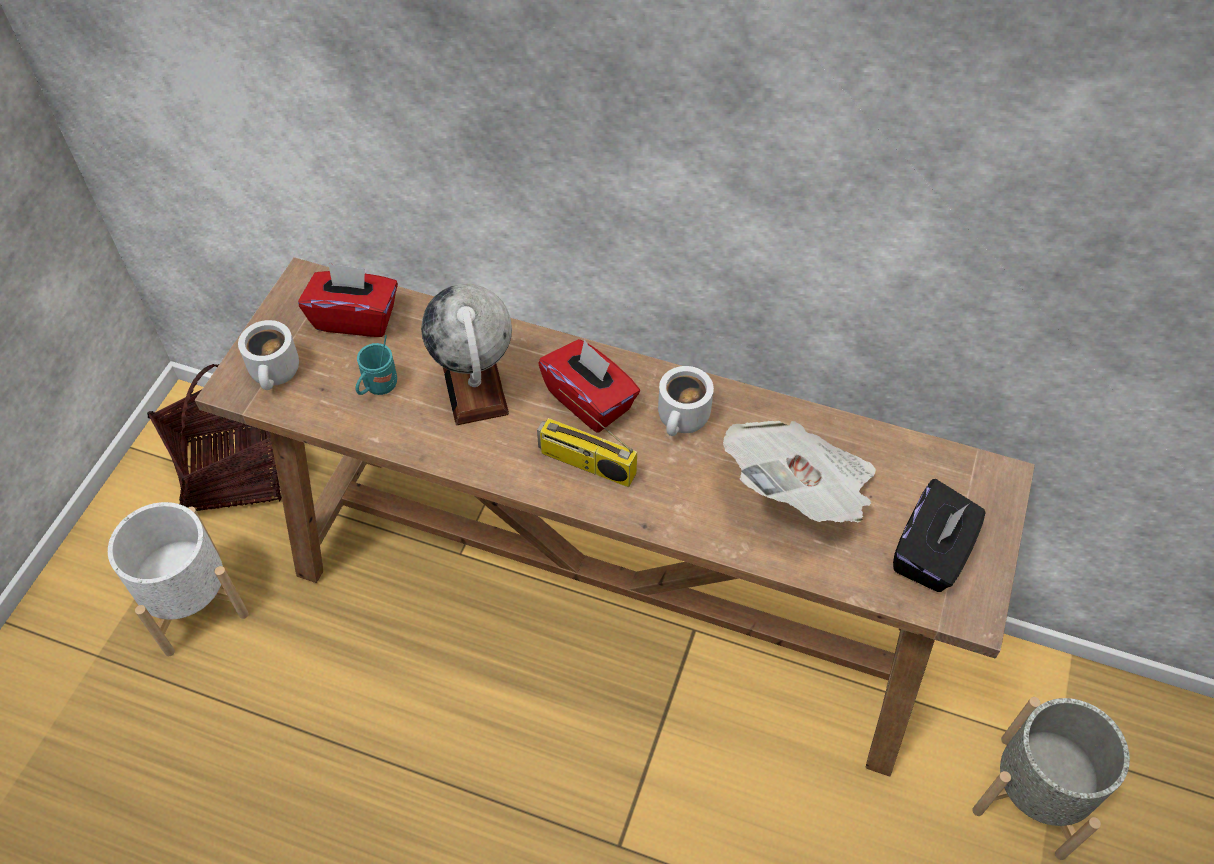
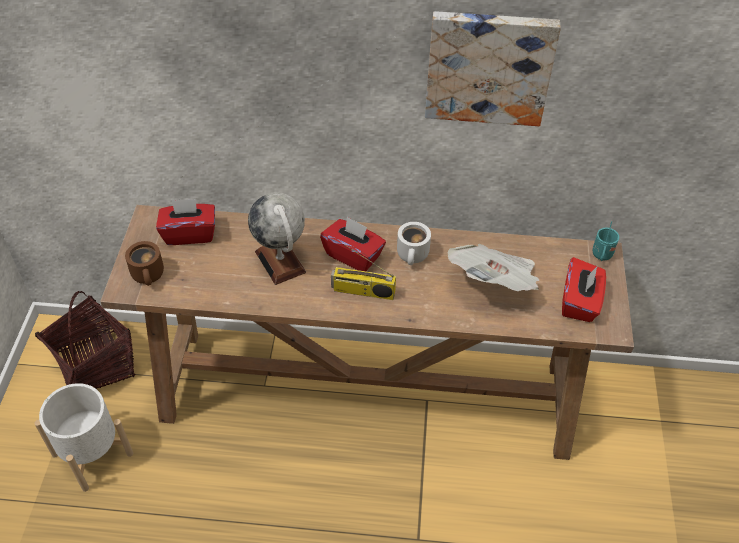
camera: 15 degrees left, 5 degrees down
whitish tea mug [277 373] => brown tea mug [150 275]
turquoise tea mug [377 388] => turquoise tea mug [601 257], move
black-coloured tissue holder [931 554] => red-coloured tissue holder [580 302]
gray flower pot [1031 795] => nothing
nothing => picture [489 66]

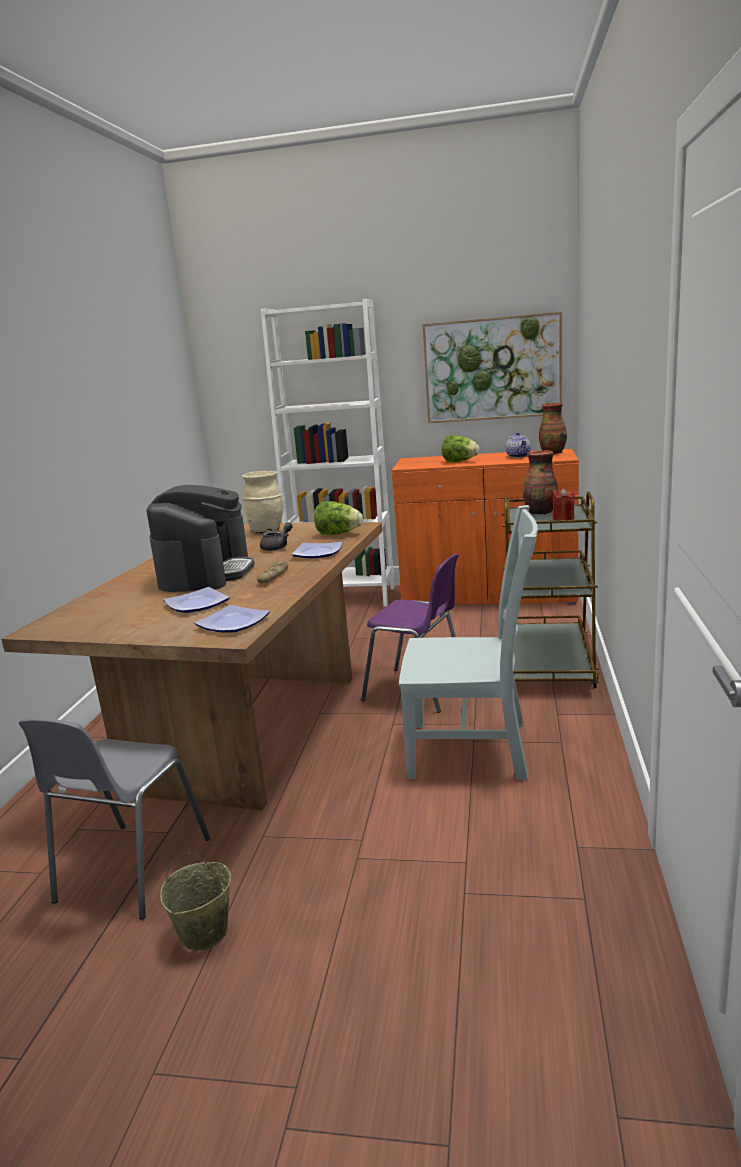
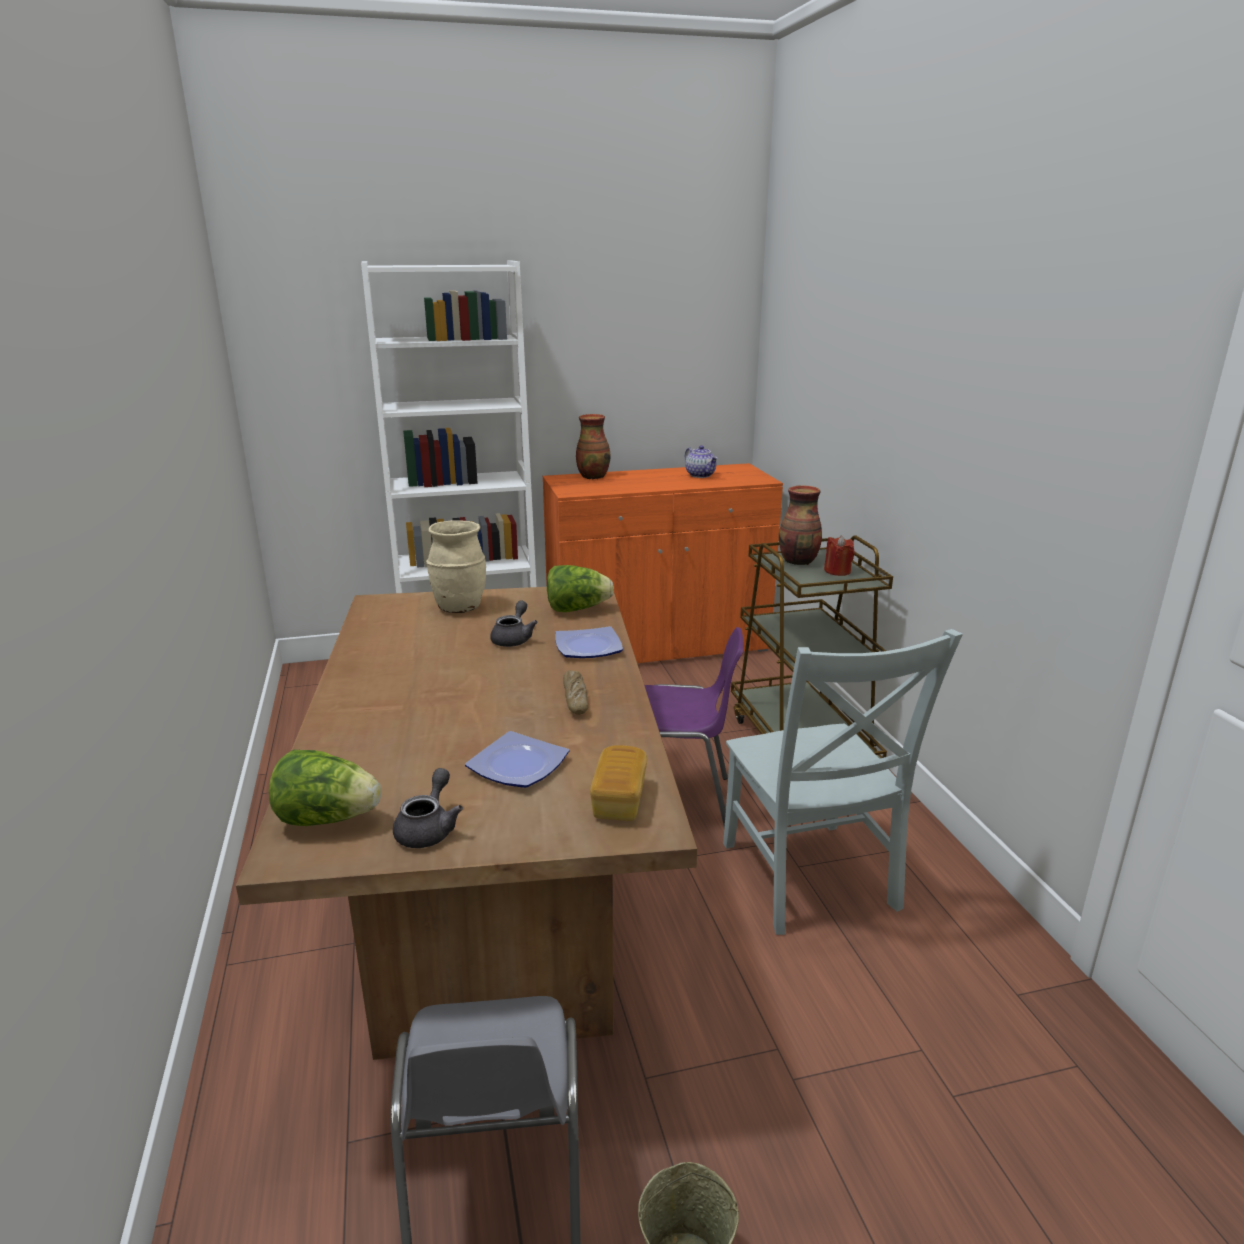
camera: 25 degrees left, 5 degrees up
picture [492 369] => nothing
vase [552 452] => vase [593 477], move
lettuce head [460 461] => lettuce head [328 819], move
coffee brewer [206 573] => nothing
gray plain chair [474 750] => gray plain chair [810 880], 90 degrees clockwise
flat dish [231 624] => baked bread [619 800]
nothing => gray teapot [429 828]

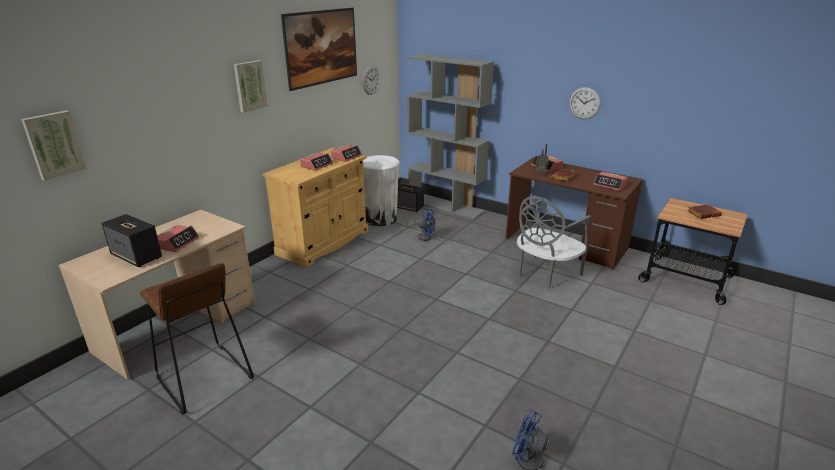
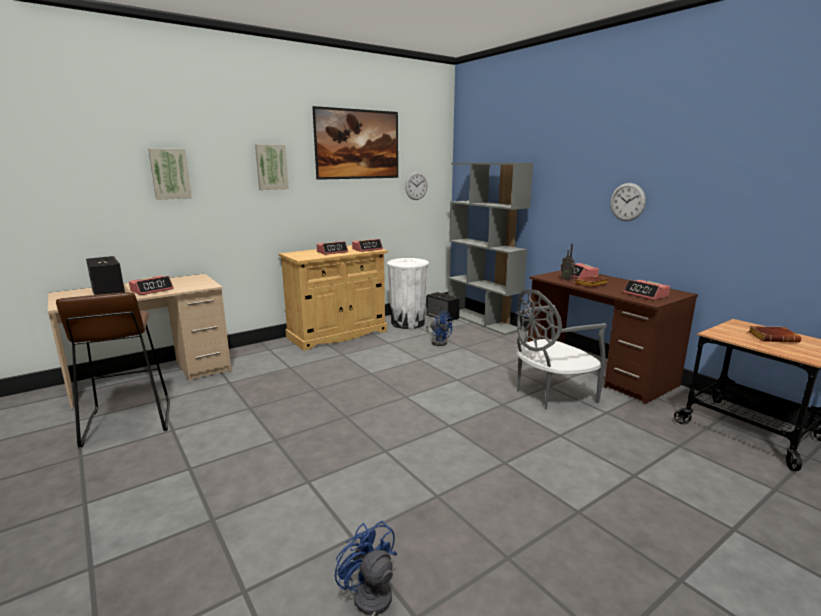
camera: 20 degrees right, 10 degrees down
picture [54 144] => picture [170 174], move

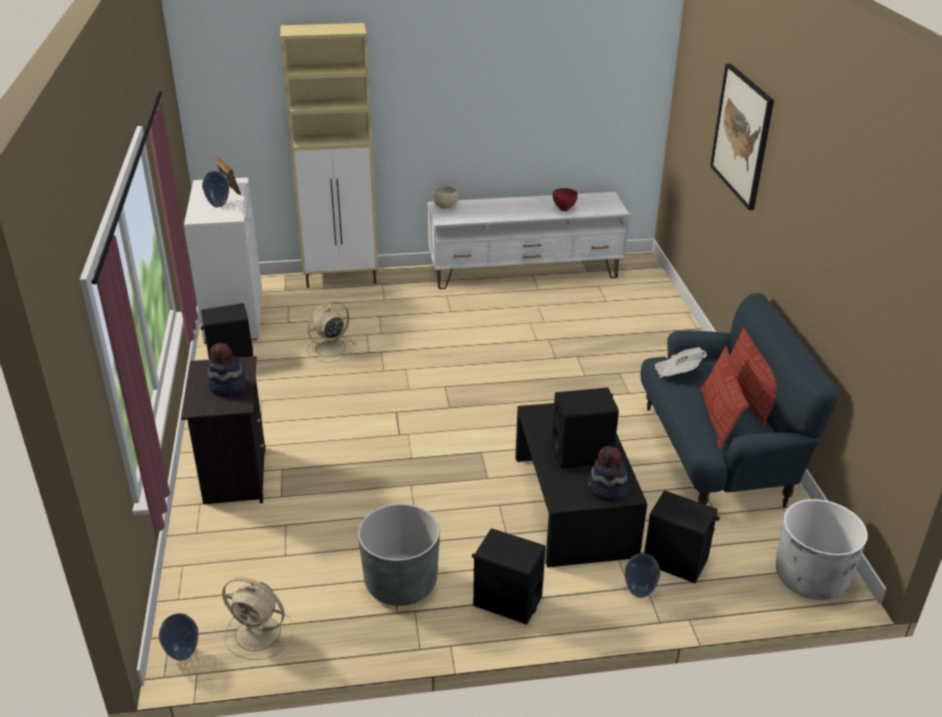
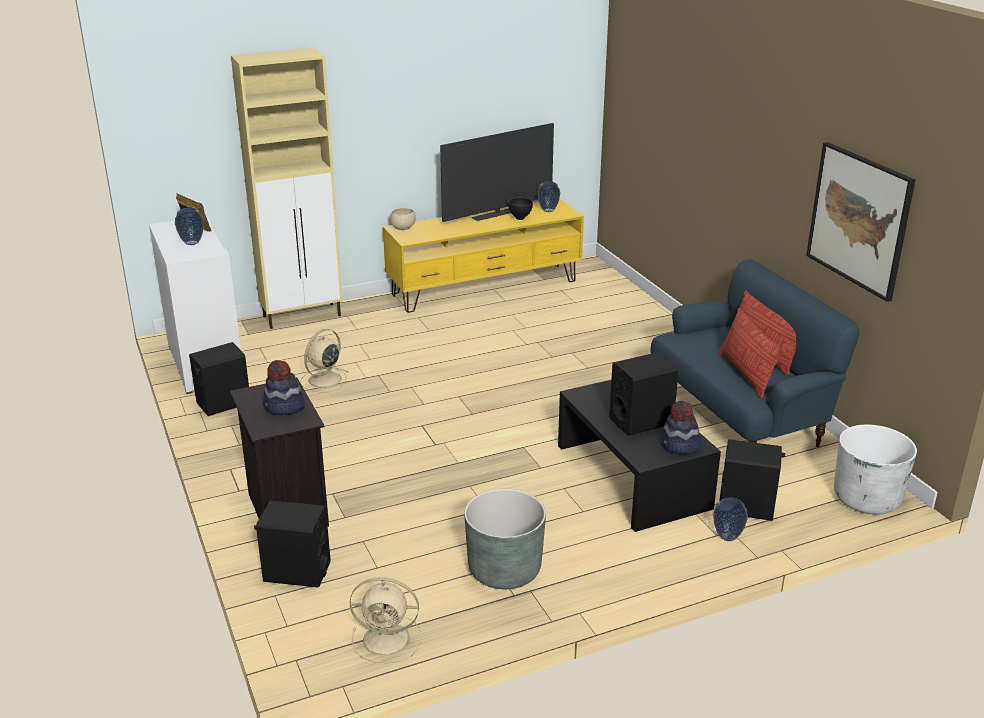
camera: 15 degrees left, 5 degrees down
picture [742 135] => picture [859 220], move
red-coloured serving bowl [564 209] => black-coloured serving bowl [520 218]
whitish tv unit [525 272] => yellow tv unit [485 287]
daily paper [677 373] => nothing
black-coloured speaker [507 601] => black-coloured speaker [296 572], move
vase [183 654] => vase [548 210], move
nothing => TV [497 214]

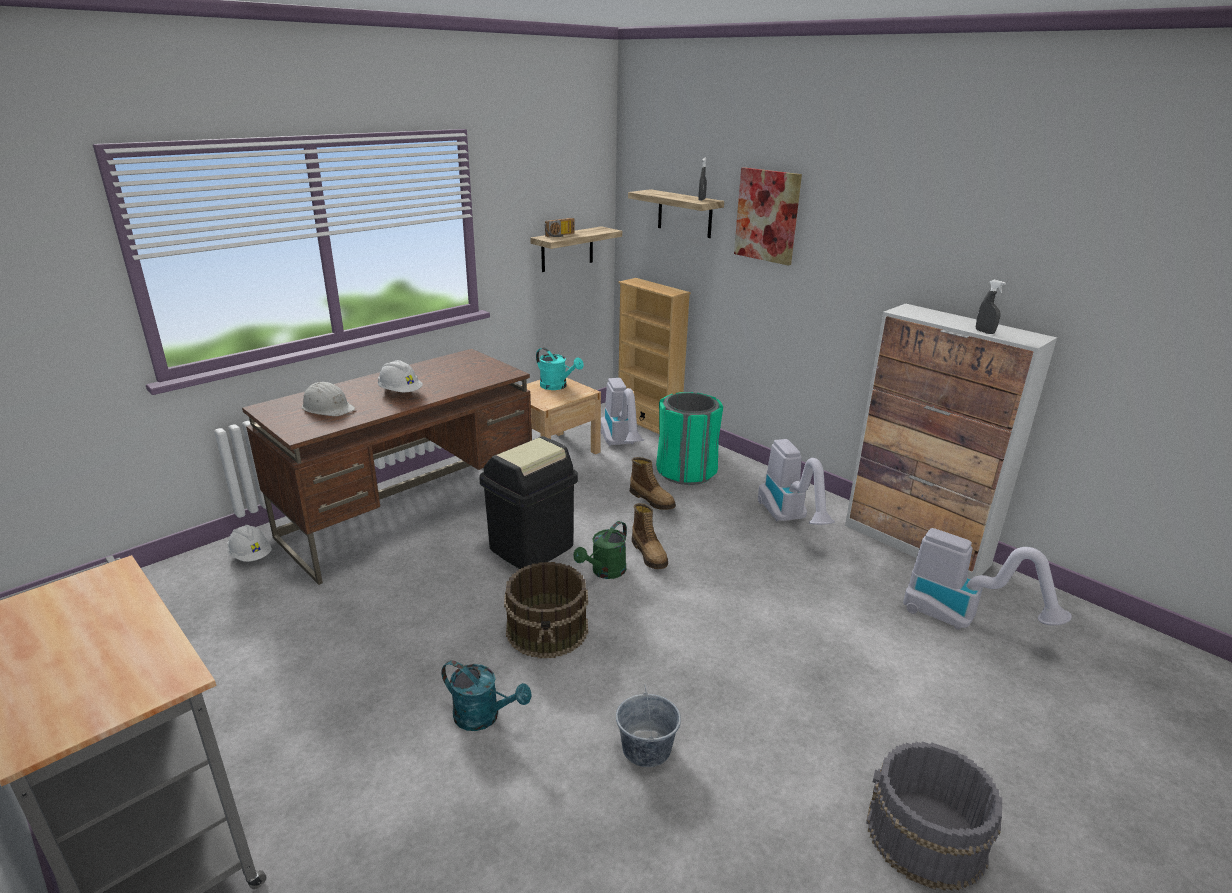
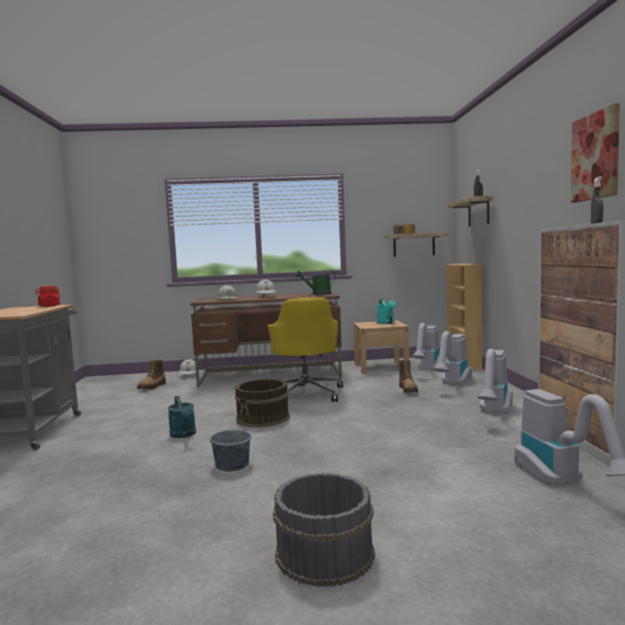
camera: 40 degrees right, 20 degrees down
picture [767 215] => picture [595 156], move
green trash can [686 471] => vacuum cleaner [453 384]
black-coloured trash can [532 548] => yellow desk chair [306 394]
boot [650 554] => boot [152 387], move
green watering can [605 572] => green watering can [318 294], move
nothing => red-coloured jar [49 306]

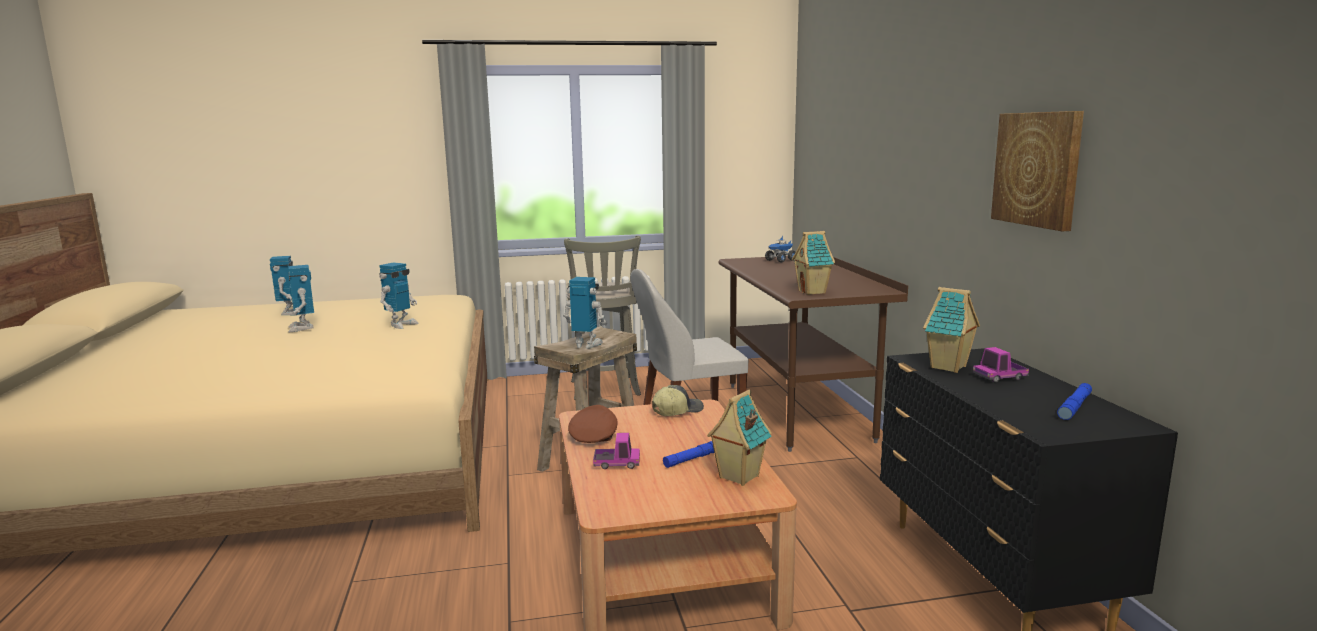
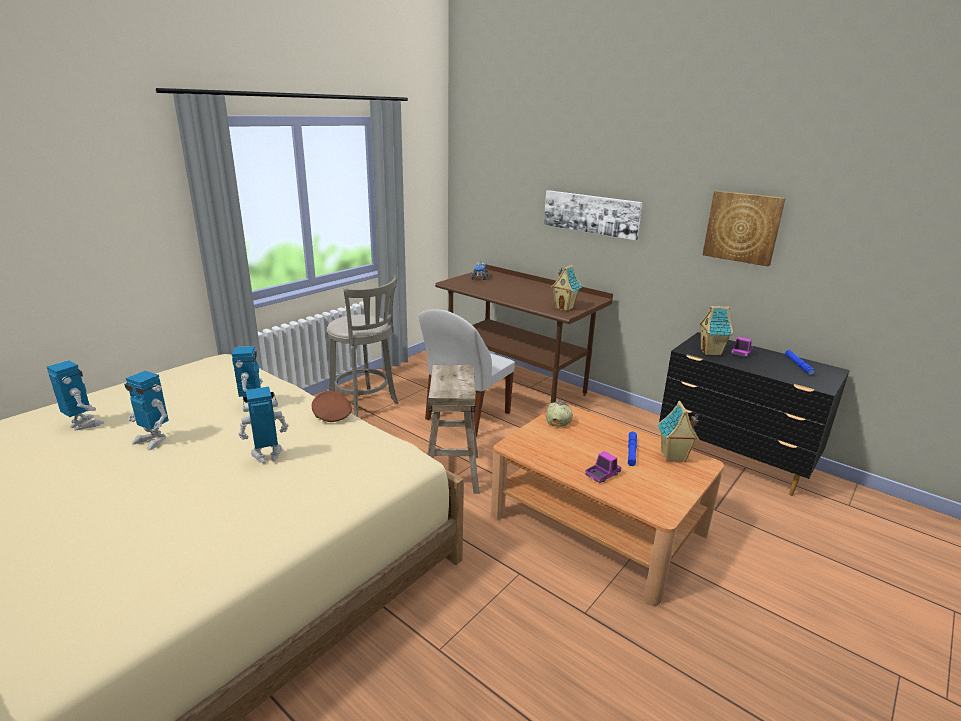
camera: 40 degrees left, 10 degrees up
toy robot [586 345] => toy robot [267 456], move
brown baseball cap [593 436] => brown baseball cap [331 415], move
nothing => picture [591 213]

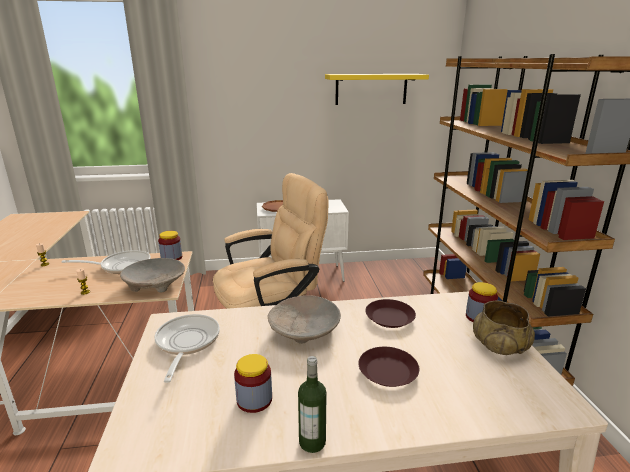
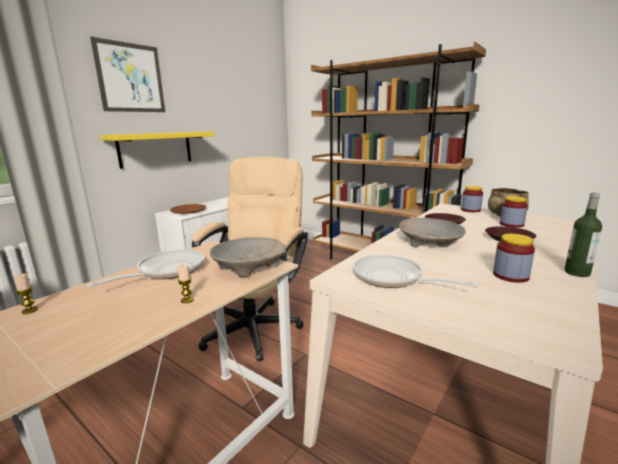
camera: 45 degrees left, 5 degrees down
yellow shelf [371 89] => yellow shelf [155 149], move
jar [171 258] => jar [511 224], move
nothing => picture [130 78]

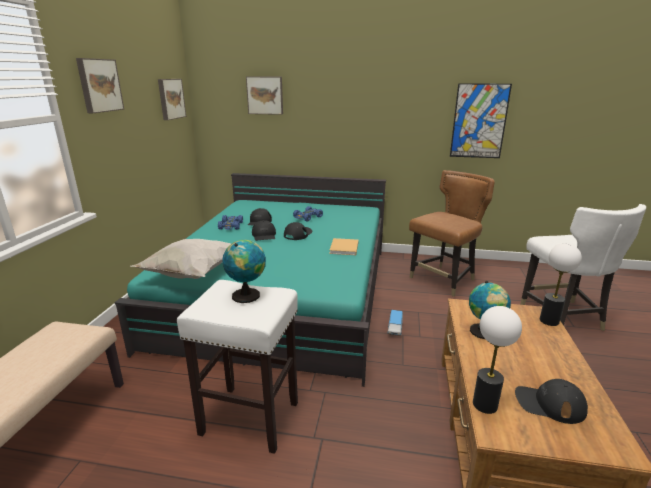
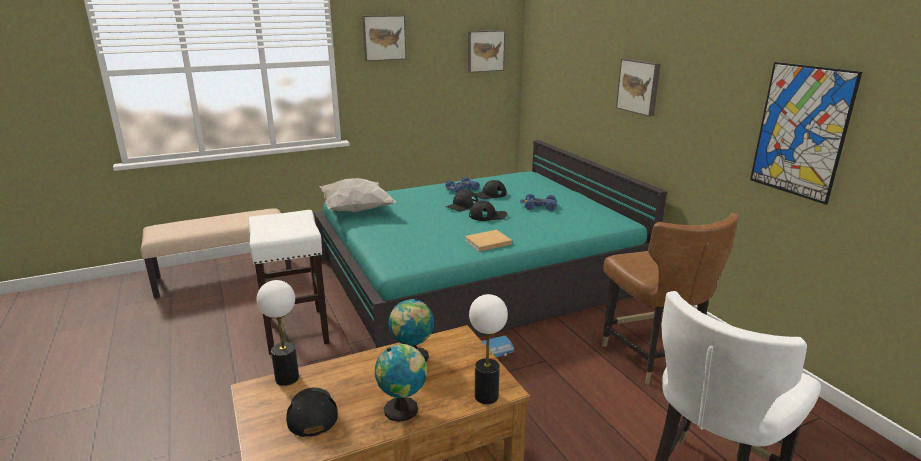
camera: 55 degrees right, 0 degrees up
picture [265 95] => picture [639 86], move
brown plain chair [443 280] => brown plain chair [653 357], 60 degrees clockwise
globe [247 295] => globe [403 409], move

